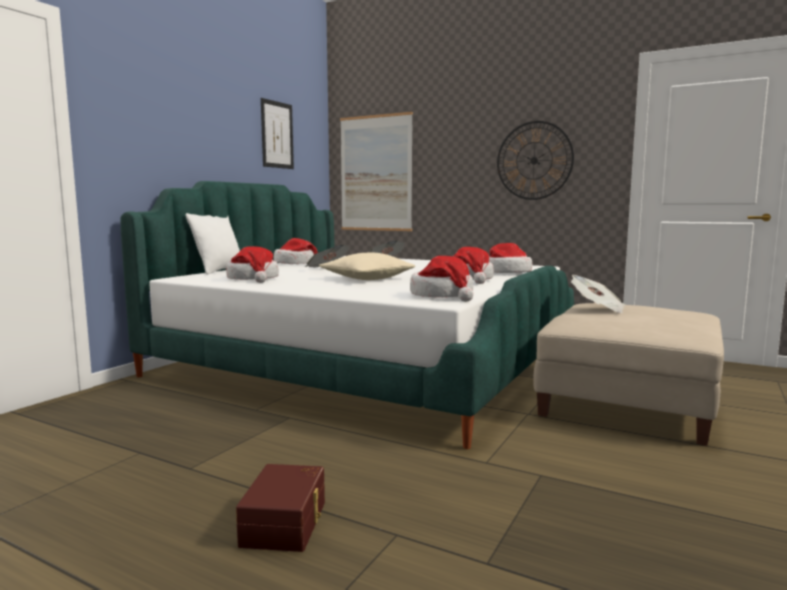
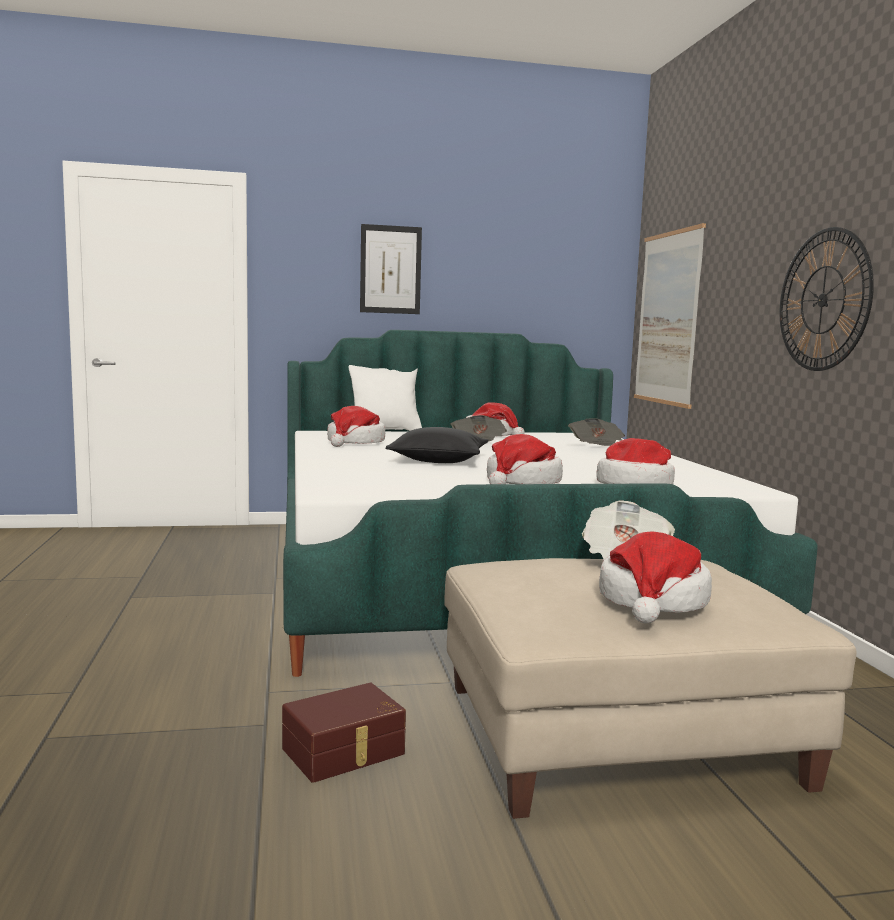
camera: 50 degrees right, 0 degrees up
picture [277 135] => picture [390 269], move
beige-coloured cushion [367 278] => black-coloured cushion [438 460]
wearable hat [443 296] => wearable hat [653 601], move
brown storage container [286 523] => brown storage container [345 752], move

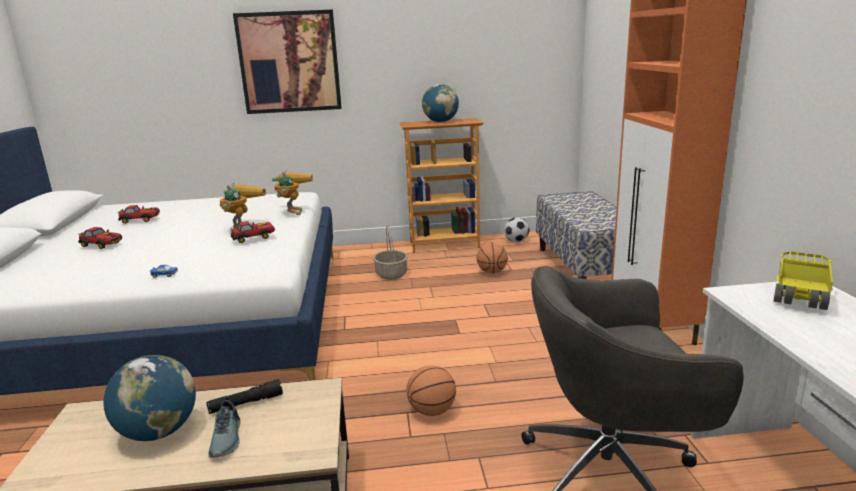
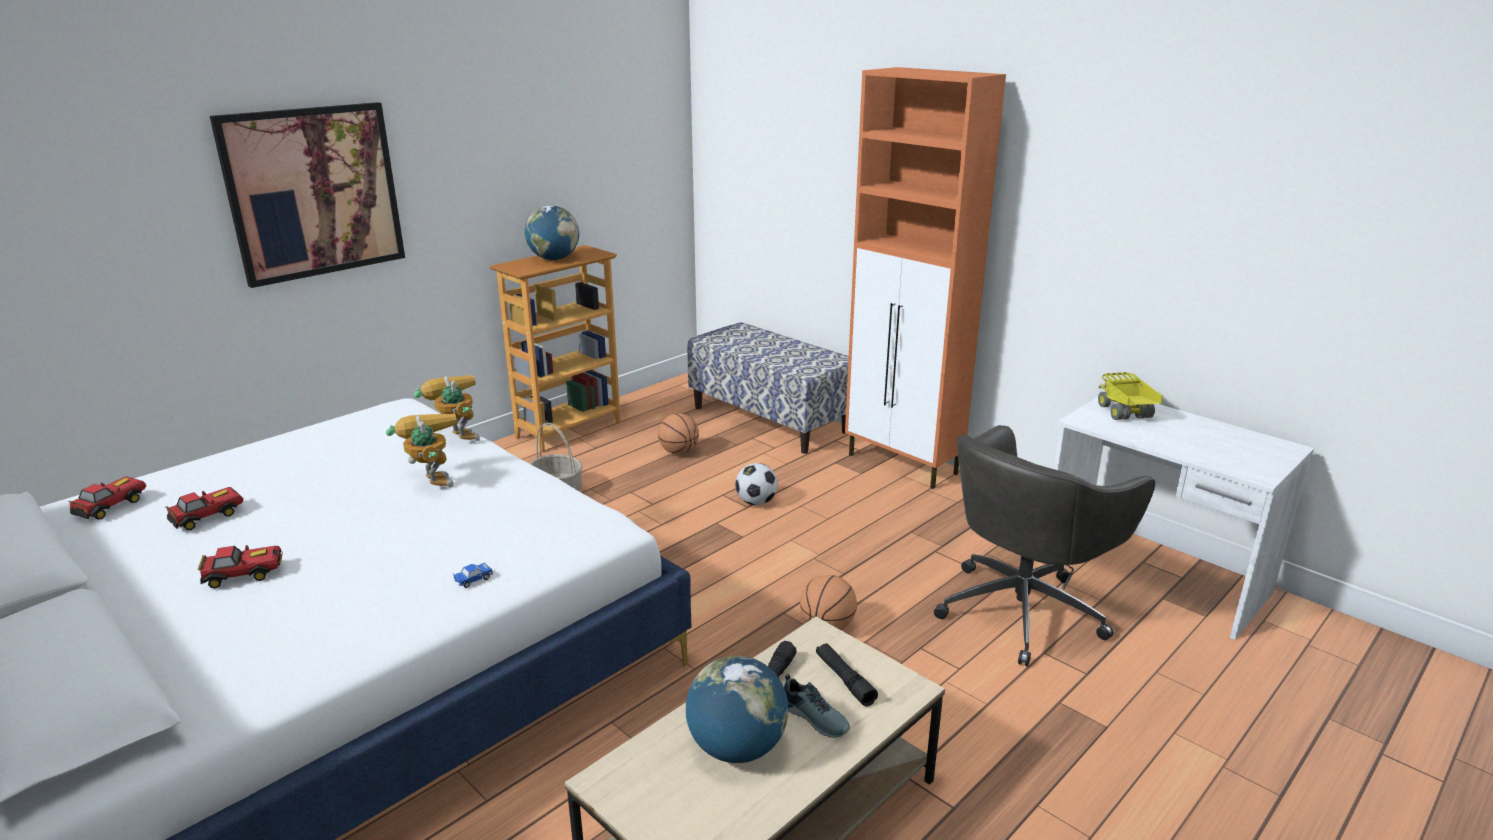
camera: 40 degrees left, 5 degrees up
ball for football [516 241] => ball for football [756 502], move
toy car [254 238] => toy car [112 506], move
nothing => black-coloured flashlight [844 680]

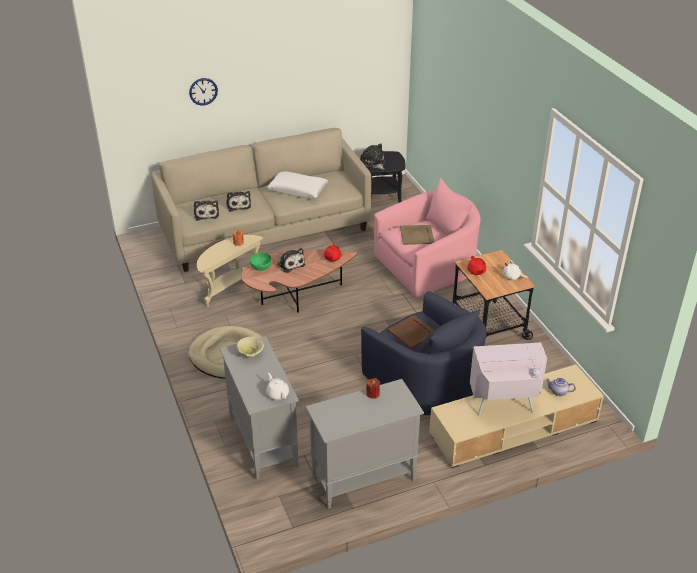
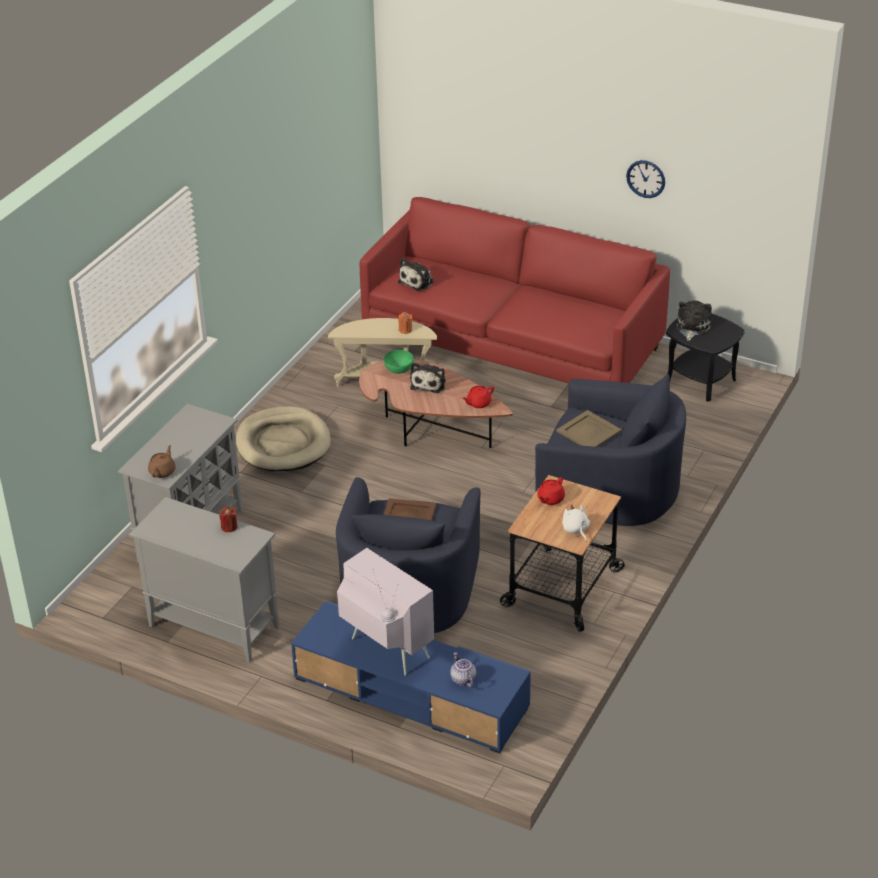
camera: 50 degrees right, 0 degrees up
hanging clock [203 91] => hanging clock [646 179], move
beige-coloured settee [265 229] => red-coloured settee [513 343]
whitish cushion [298 190] => nothing
pinkish easy chair [428 267] => blue easy chair [610 489]
plush toy [238 205] => nothing
beige-coloured serving bowl [251 354] => nothing
beige-coloured tv unit [514 427] => blue tv unit [411 693]
whitish teapot [277 393] => brown teapot [163 471]

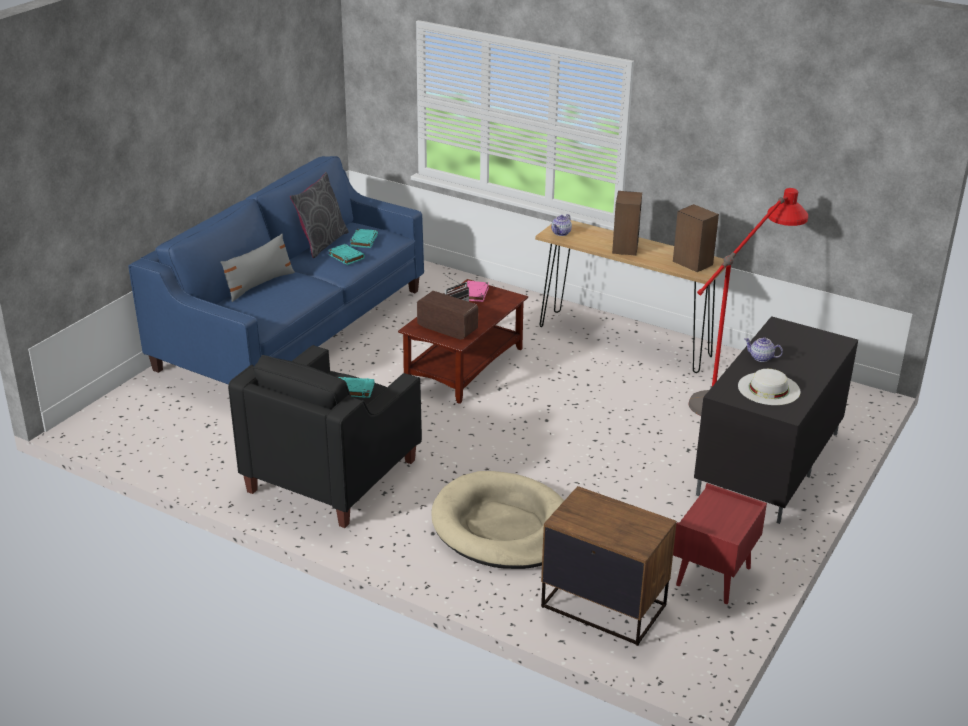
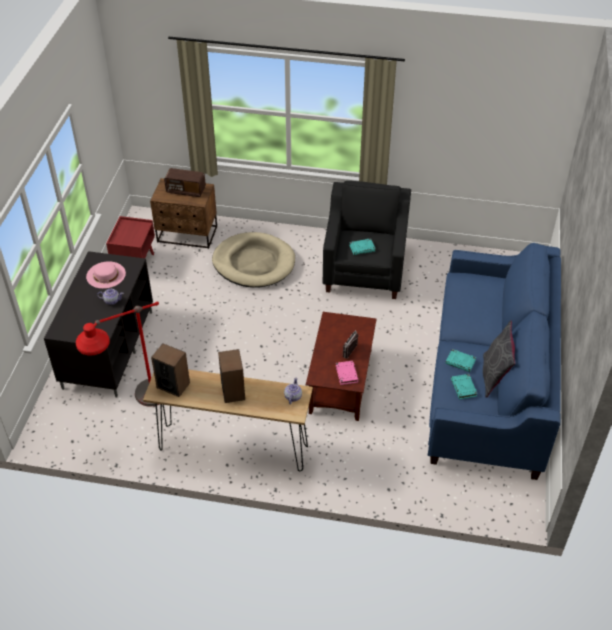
camera: 160 degrees right, 15 degrees up
gray cushion [259 284] => nothing
radio set [447 329] => radio set [186 190], move
whitish wearable hat [769 389] => pinkish wearable hat [106 275]

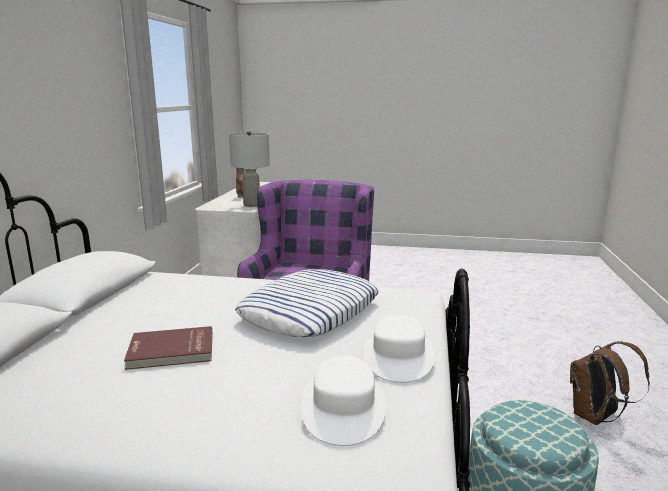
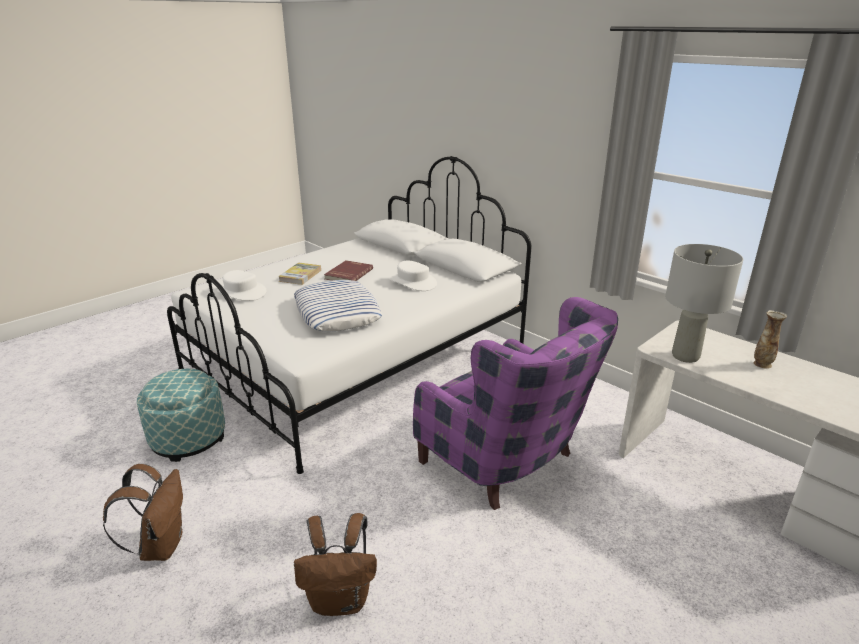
camera: 125 degrees right, 10 degrees up
whitish wearable hat [398 357] => whitish wearable hat [413 282], move
nothing => book [300 275]
nothing => brown backpack [341 600]

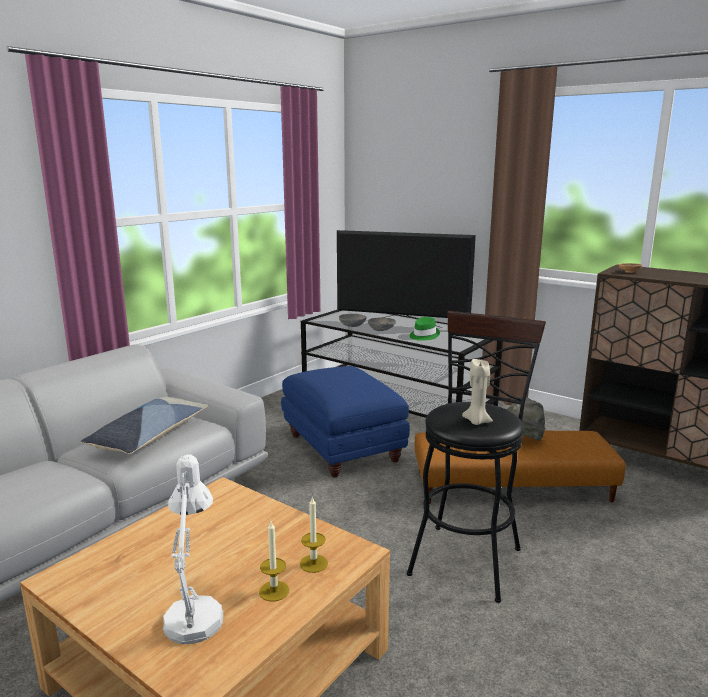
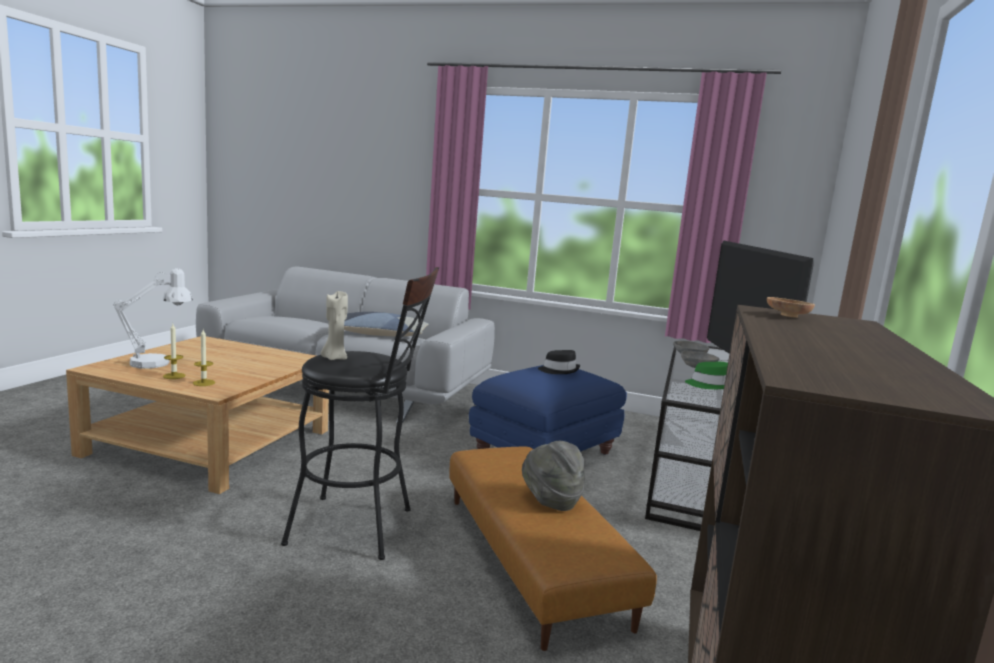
camera: 70 degrees right, 5 degrees down
nothing => black-coloured wearable hat [559 370]

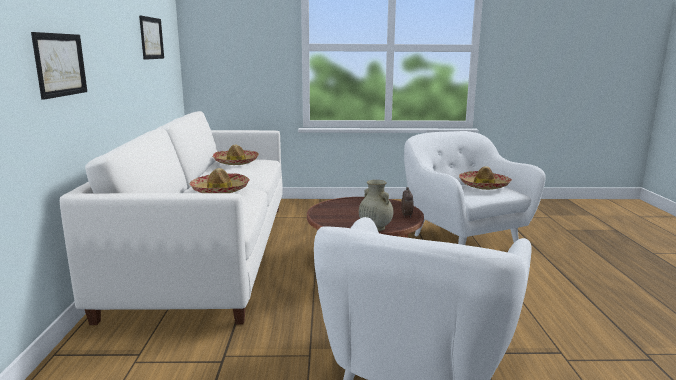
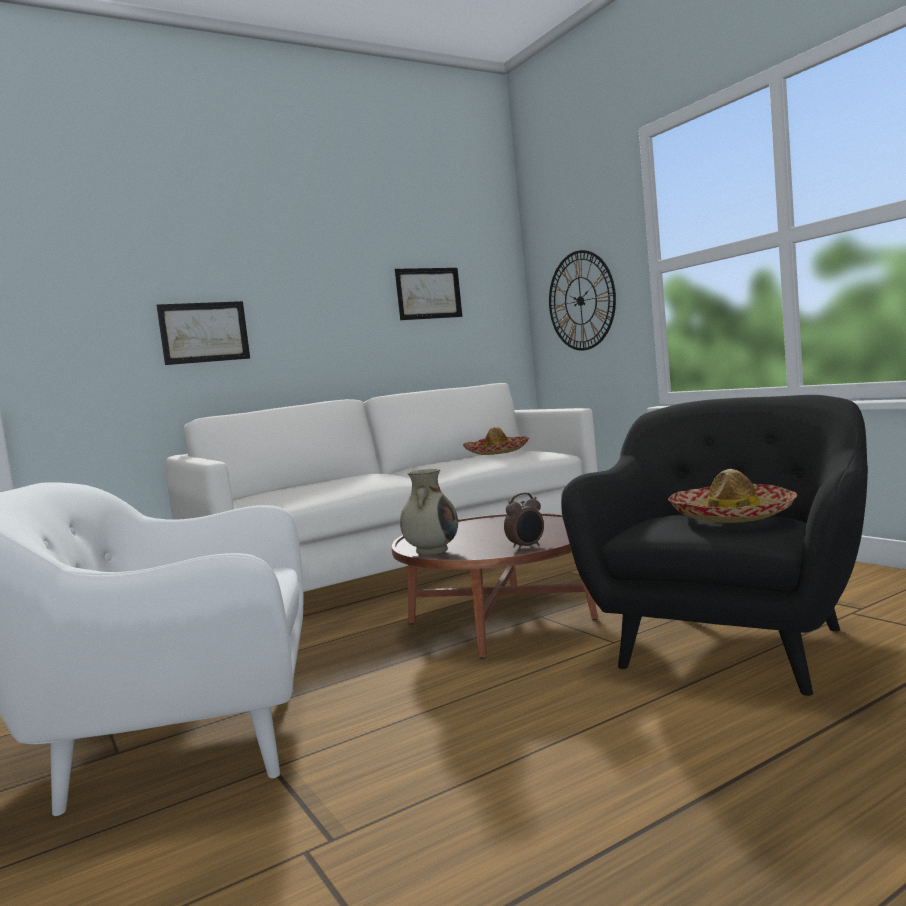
camera: 60 degrees right, 10 degrees down
whitish easy chair [462 240] => black-coloured easy chair [734 644]
wearable hat [220 190] => nothing
nothing => hanging clock [581 301]

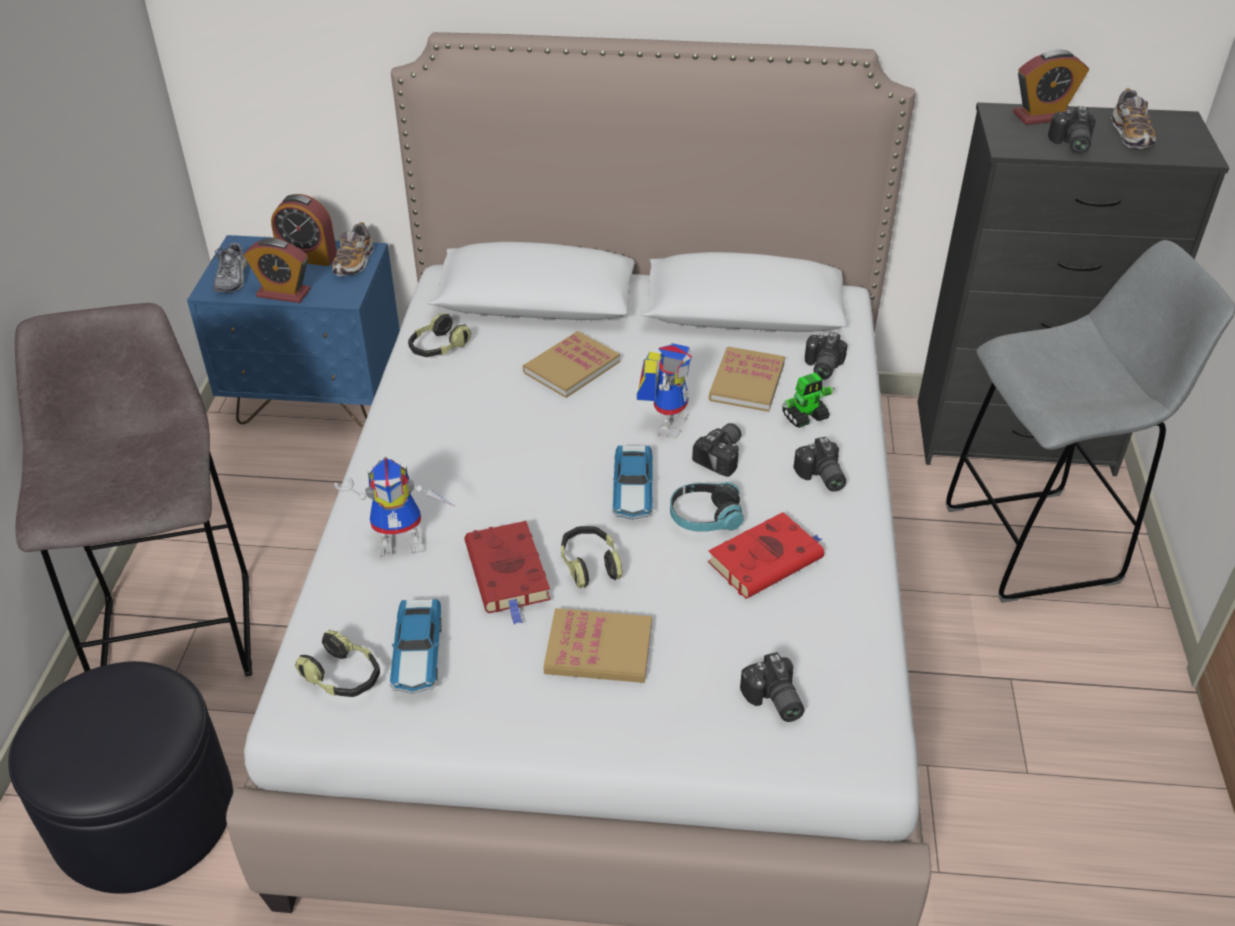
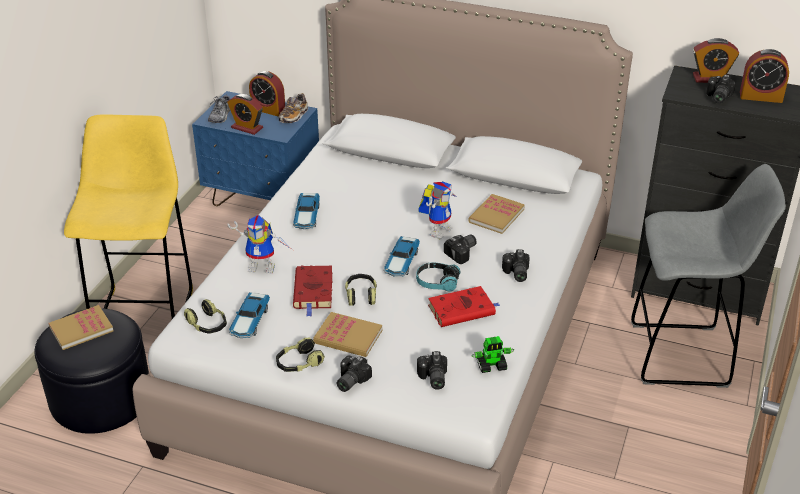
camera: 15 degrees right, 5 degrees down
low shoe [1130 135] => table clock [761 96]
gray stool [178 632] => yellow stool [145 311]
headset [438 348] => headset [299 363], move
book [571 367] => book [81 329], move
still camera [821 367] => still camera [349 381], move
toy robot [805 417] => toy robot [492 366], move
nothing => toy car [307 216]

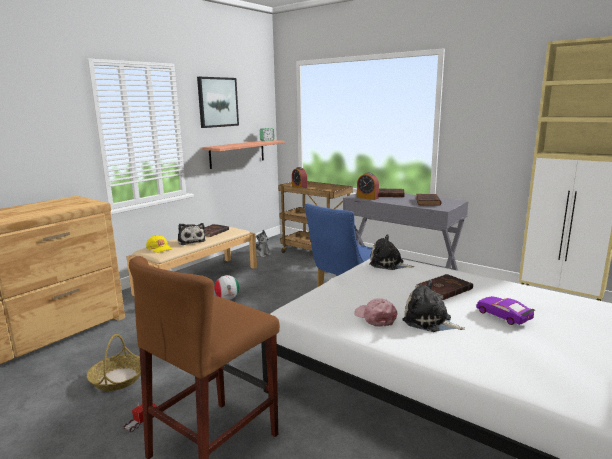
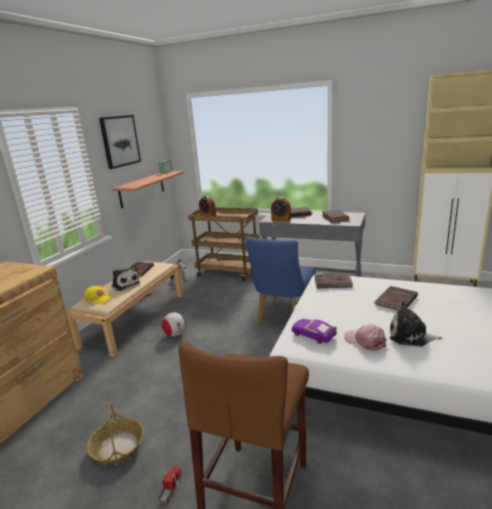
camera: 15 degrees left, 5 degrees up
plush toy [388 264] => brown book [333 283]
purple toy car [503 315] => purple toy car [313 335], move

